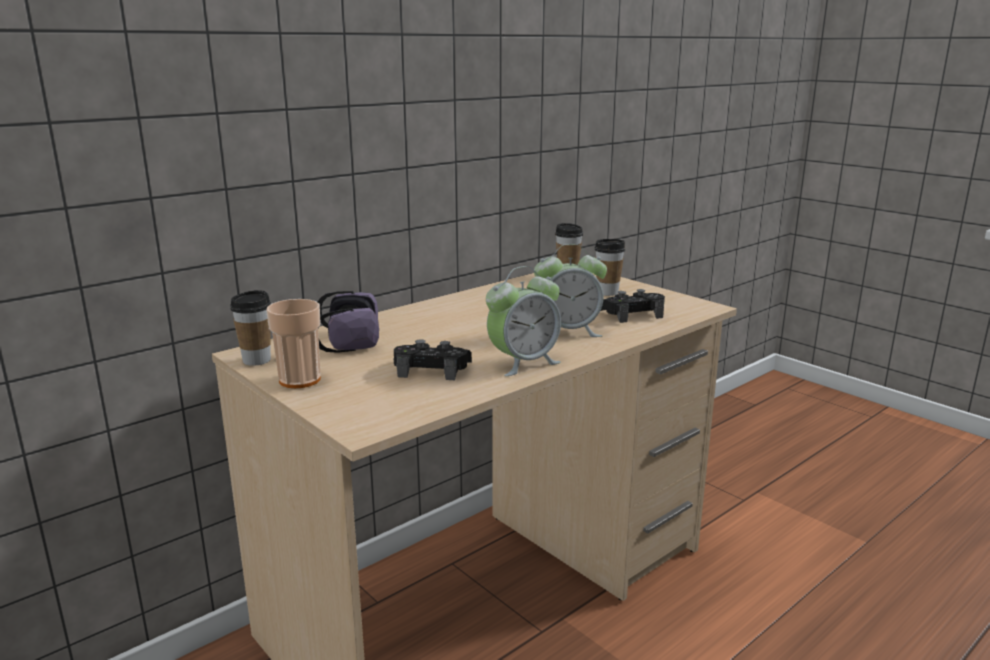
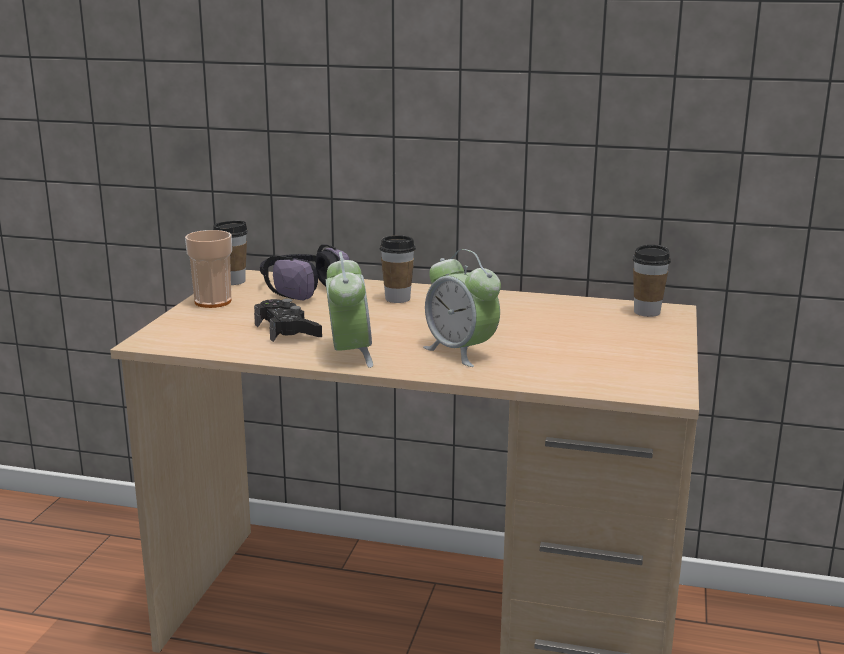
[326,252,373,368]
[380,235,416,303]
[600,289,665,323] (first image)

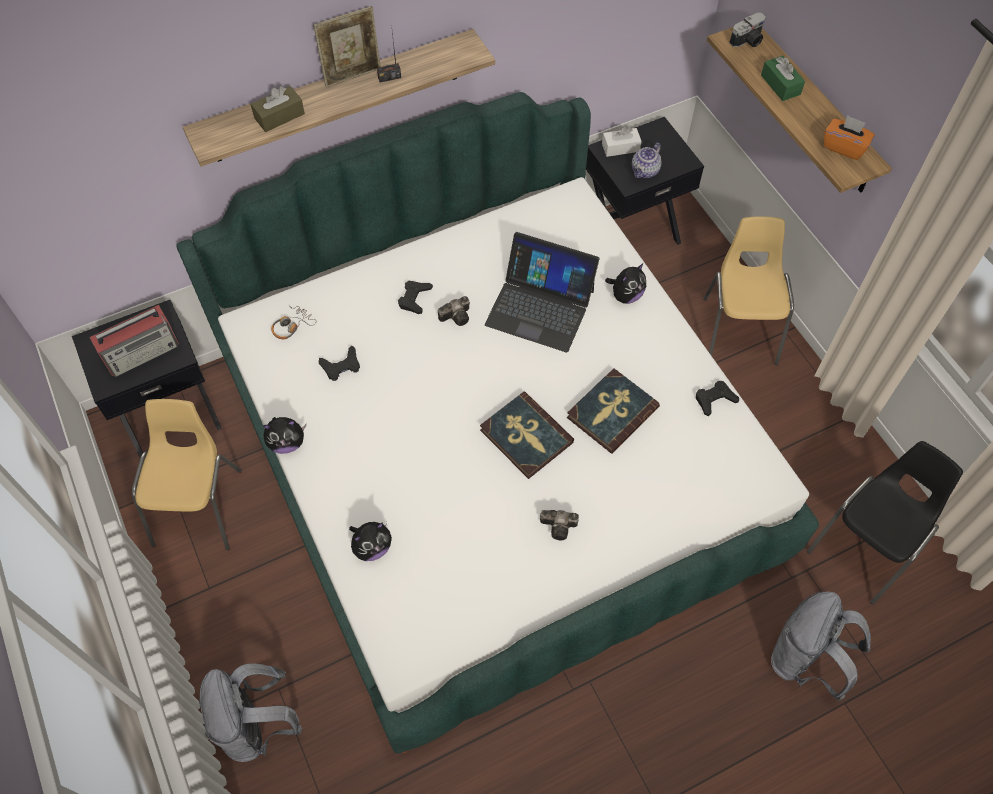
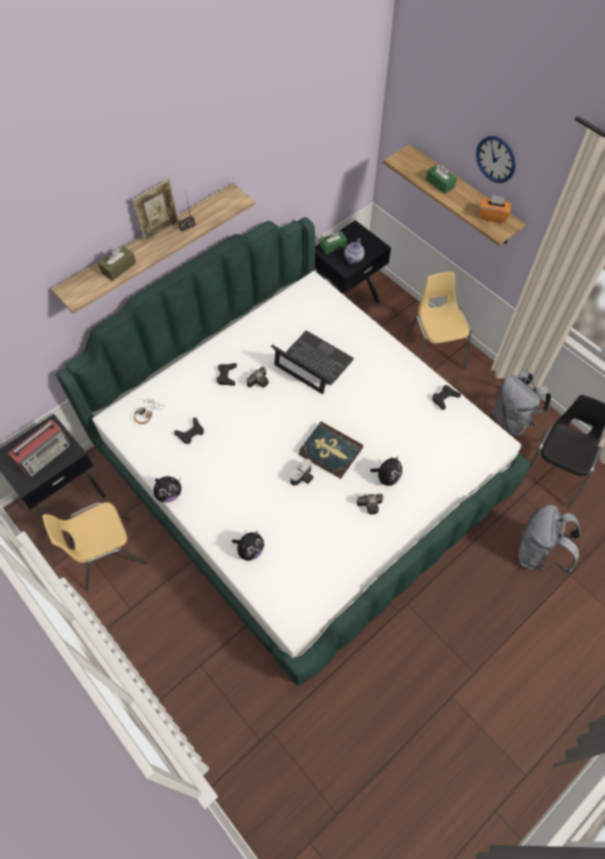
[42,502,147,590]
[271,331,354,394]
[290,458,314,486]
[320,231,347,254]
[370,456,402,486]
[476,136,516,183]
[491,370,551,436]
[567,368,660,454] (first image)

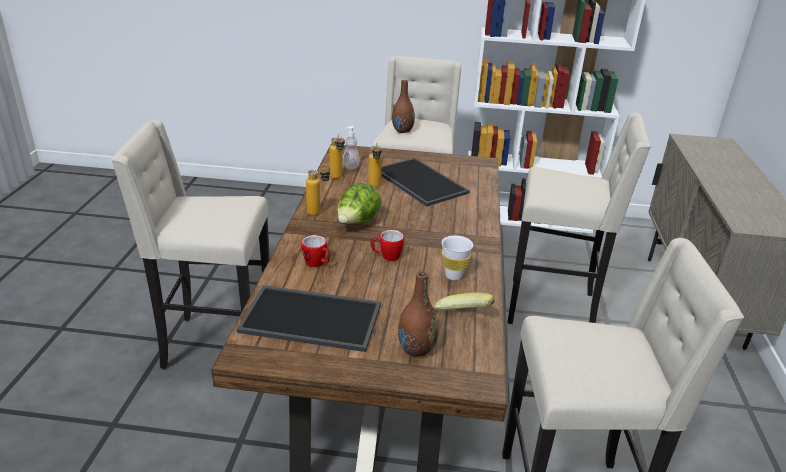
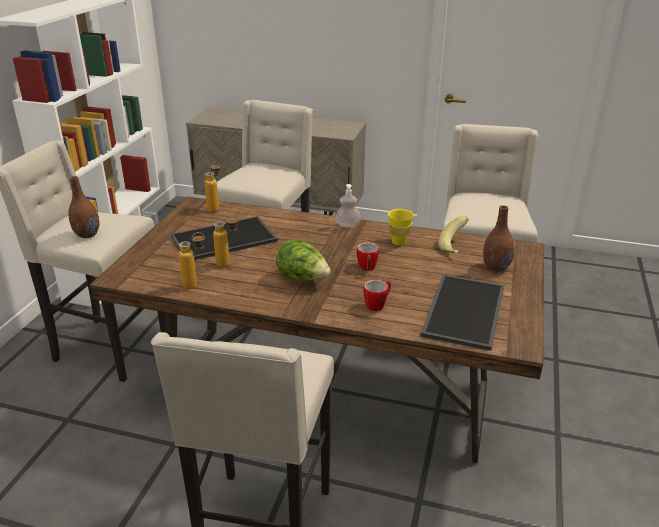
[205,161,220,212]
[335,184,361,227]
[388,209,414,246]

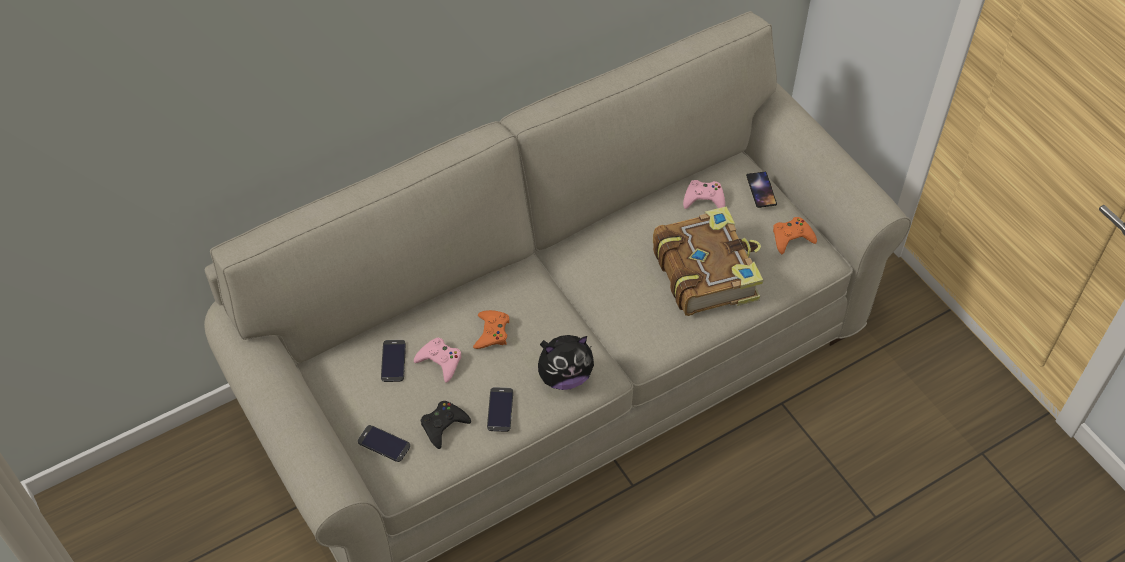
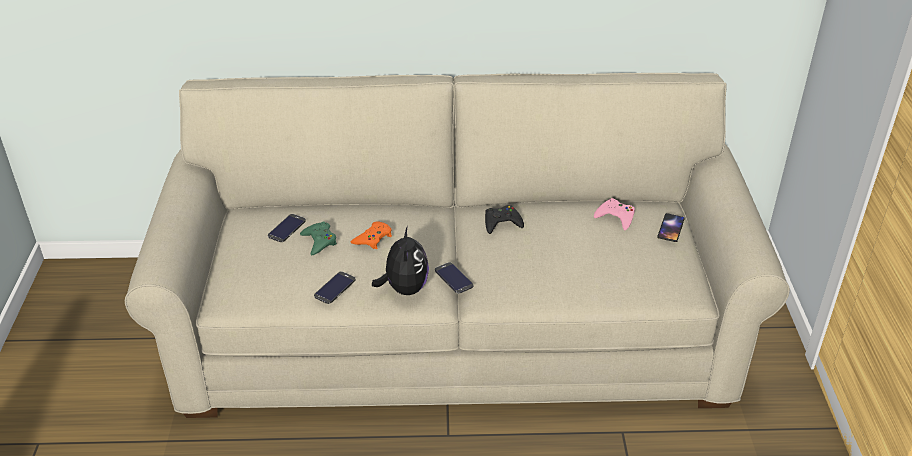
[300,222,337,255]
[372,226,429,295]
[435,262,473,294]
[485,205,524,234]
[653,206,763,316] (first image)
[773,217,817,254] (first image)

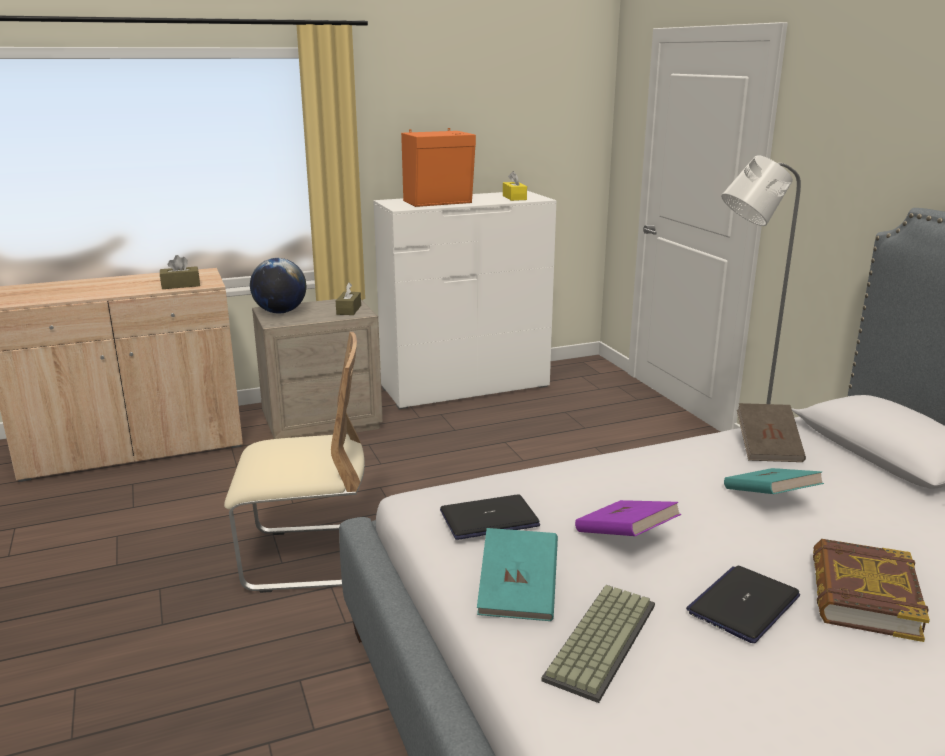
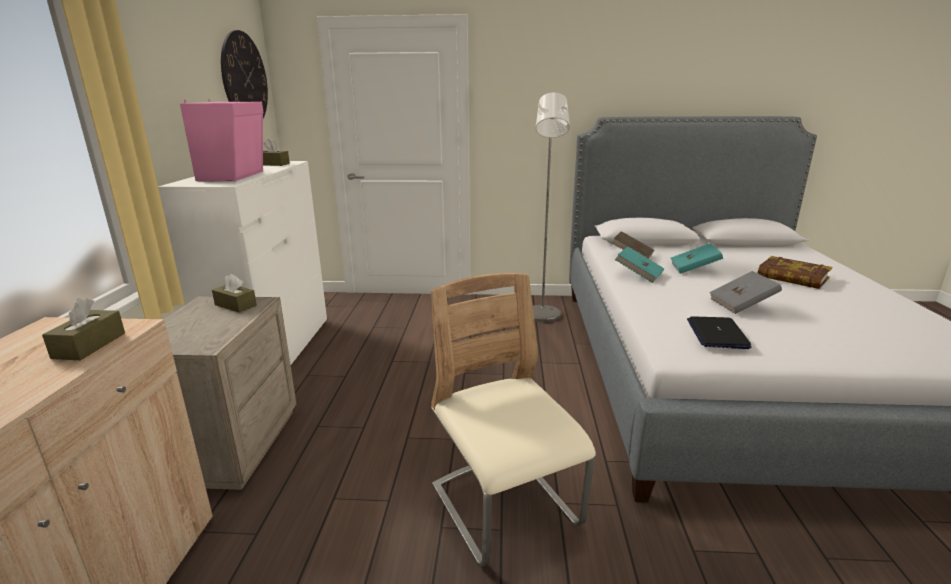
[180,99,264,181]
[221,30,268,118]
[263,139,290,166]
[431,273,596,567]
[615,247,664,283]
[709,271,782,314]
[250,258,306,314] (first image)
[542,585,655,703] (first image)
[686,565,800,643] (first image)

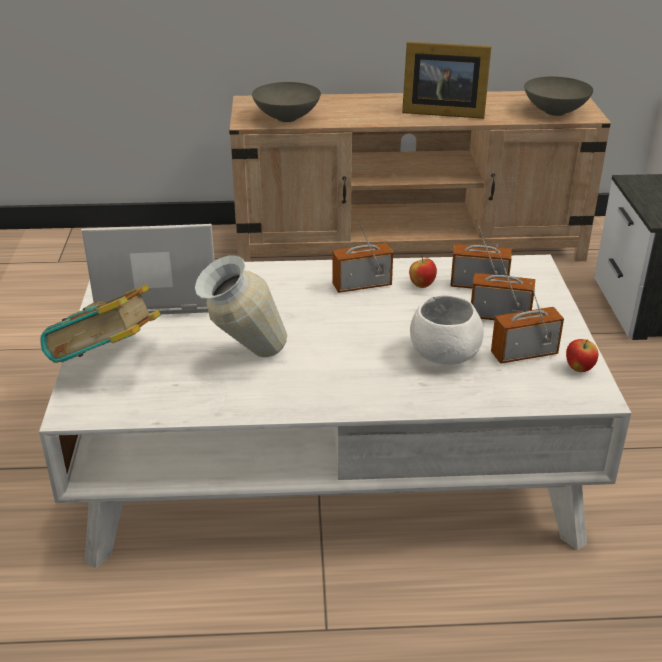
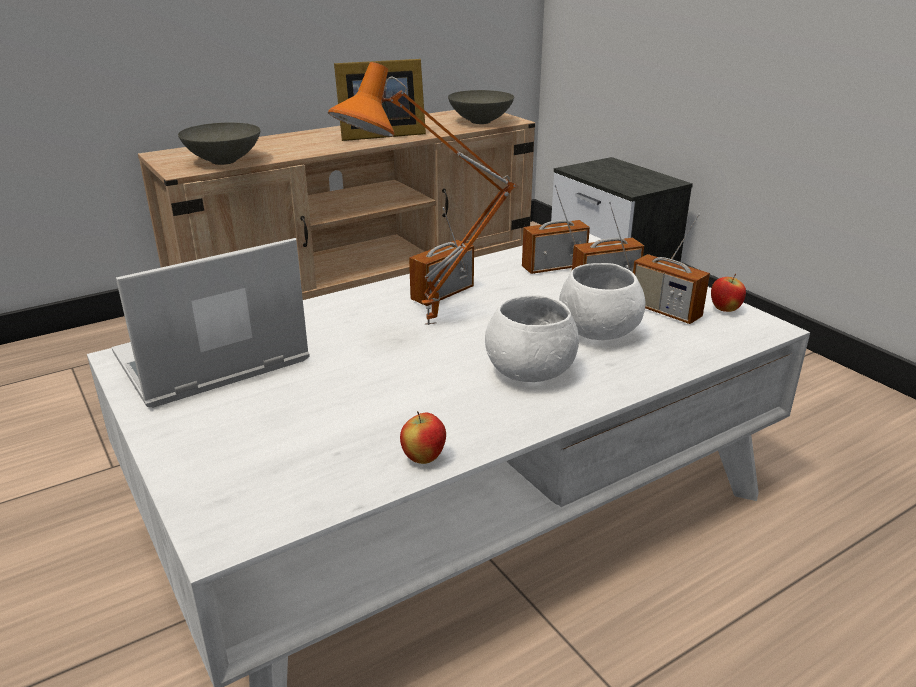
[328,62,516,325]
[400,411,446,464]
[485,295,579,382]
[633,214,710,324]
[40,284,161,363] (first image)
[195,255,287,357] (first image)

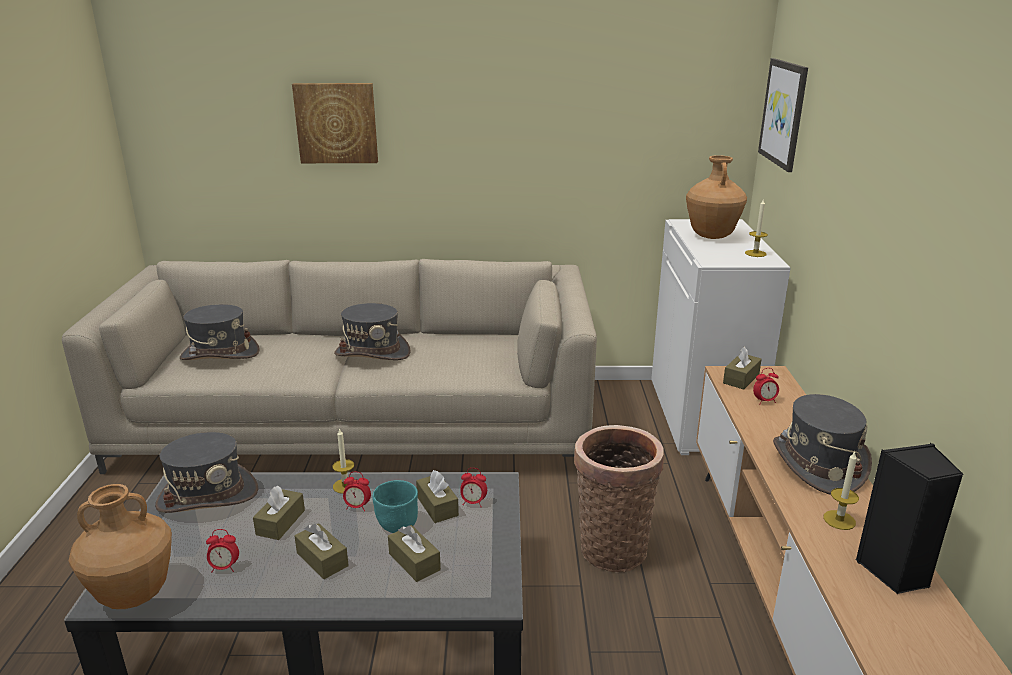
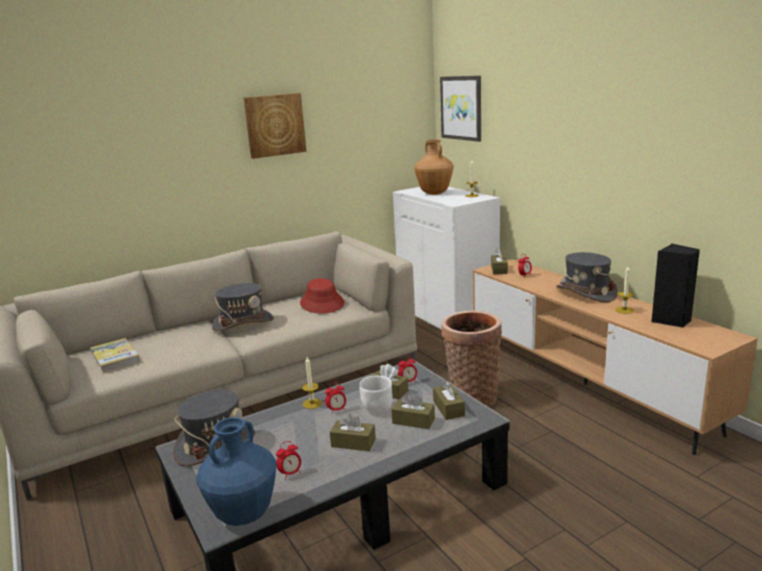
[90,338,140,373]
[196,417,277,526]
[243,93,306,159]
[300,278,344,314]
[359,376,393,413]
[433,380,465,420]

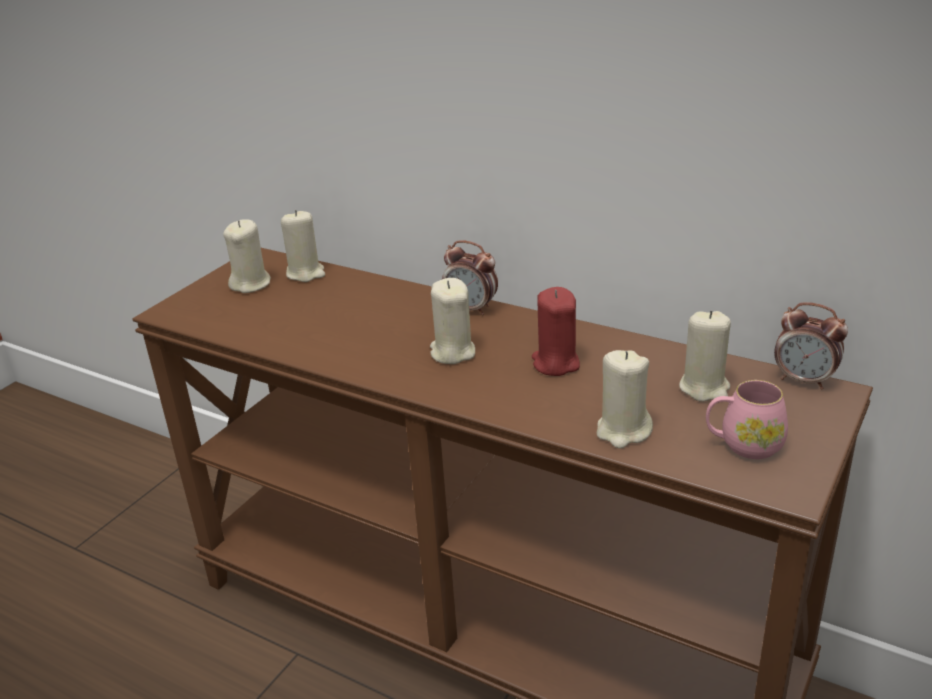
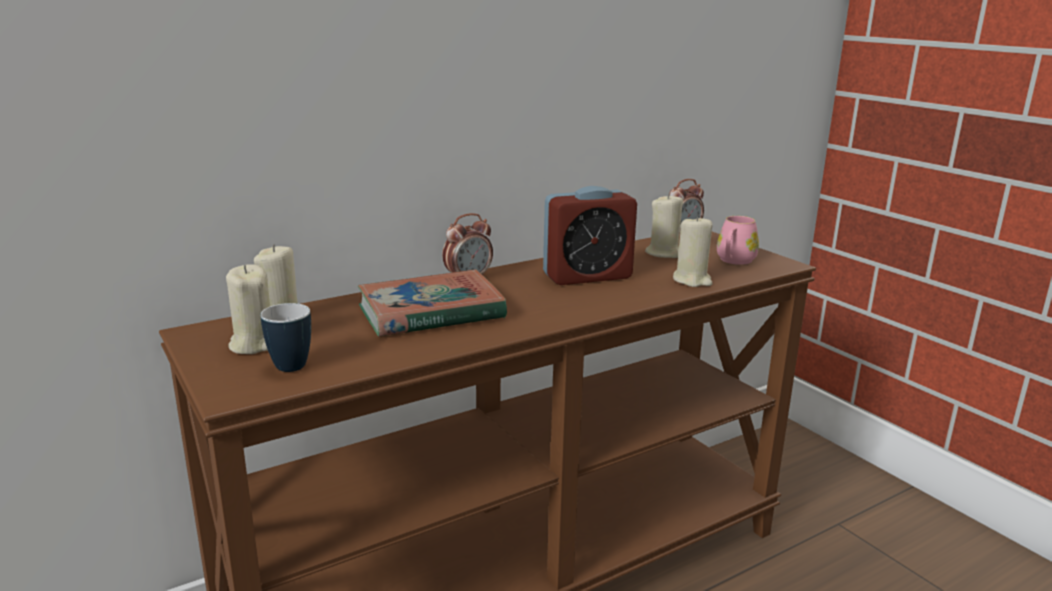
[261,303,311,372]
[358,269,507,336]
[543,186,637,285]
[430,278,475,364] (first image)

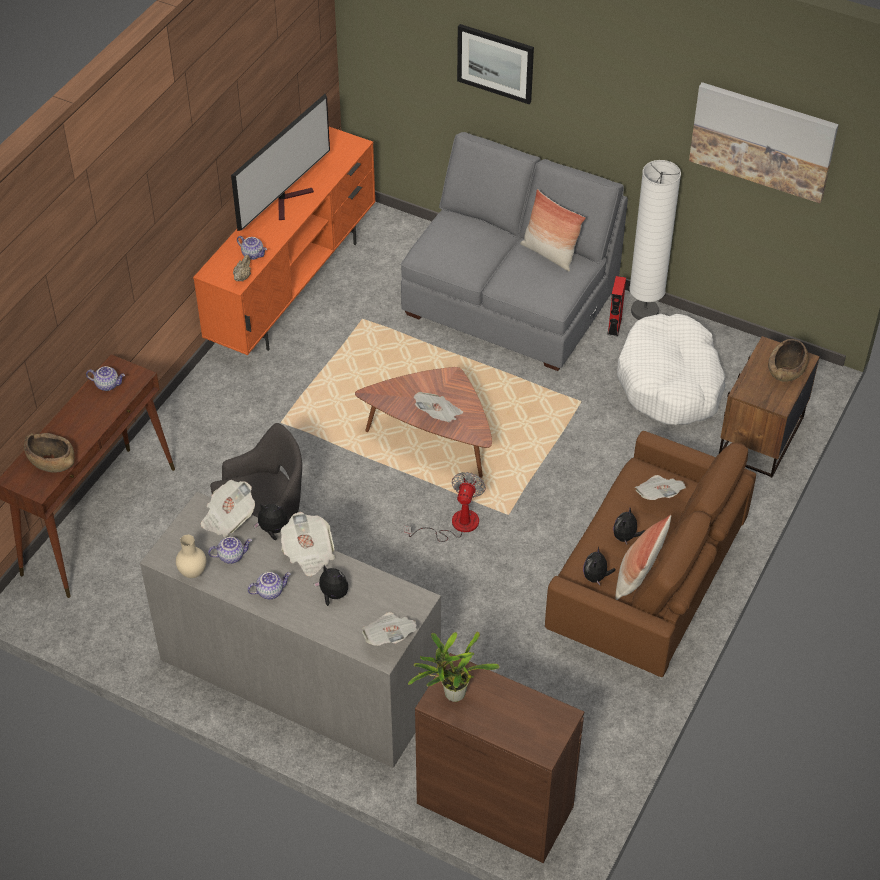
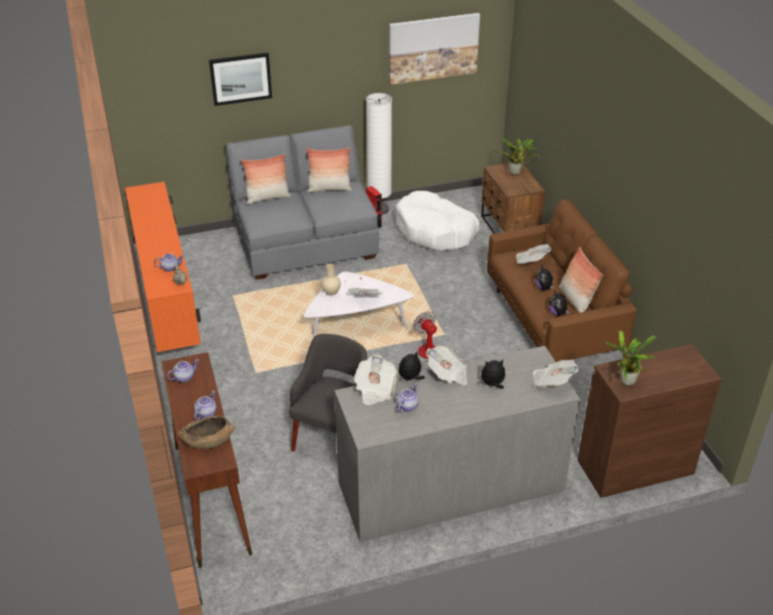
[194,391,217,420]
[241,154,291,205]
[304,271,414,338]
[321,264,341,295]
[493,137,542,175]
[231,94,330,231] (first image)

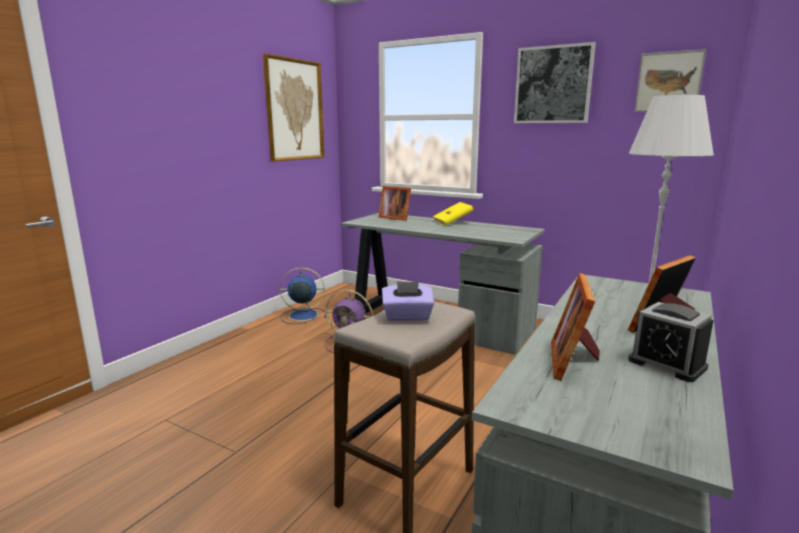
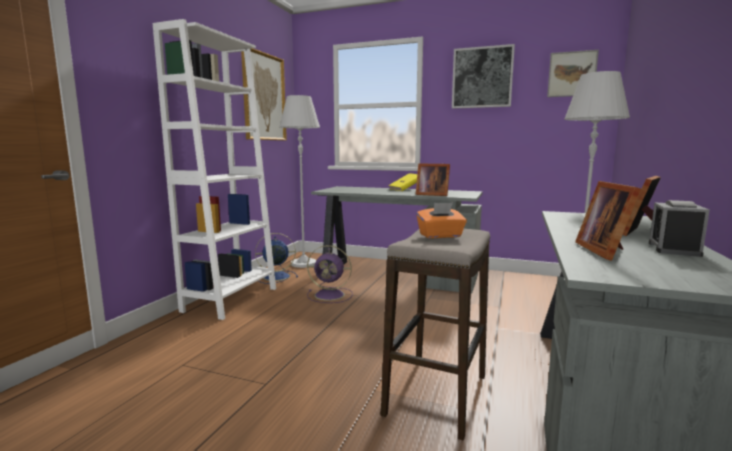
[153,19,276,320]
[279,95,320,268]
[416,164,450,196]
[416,203,467,238]
[649,200,710,257]

